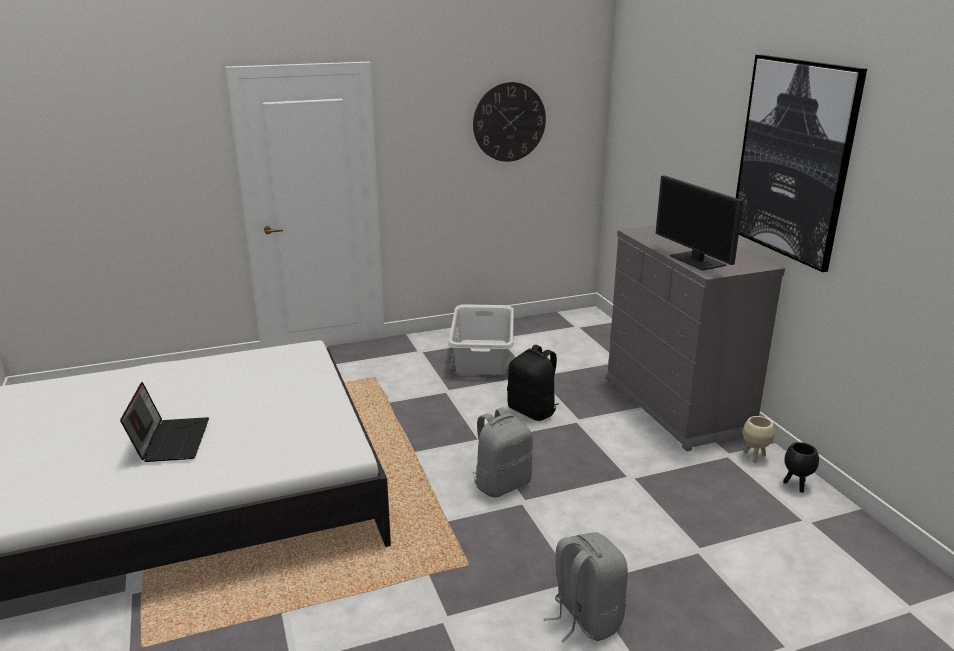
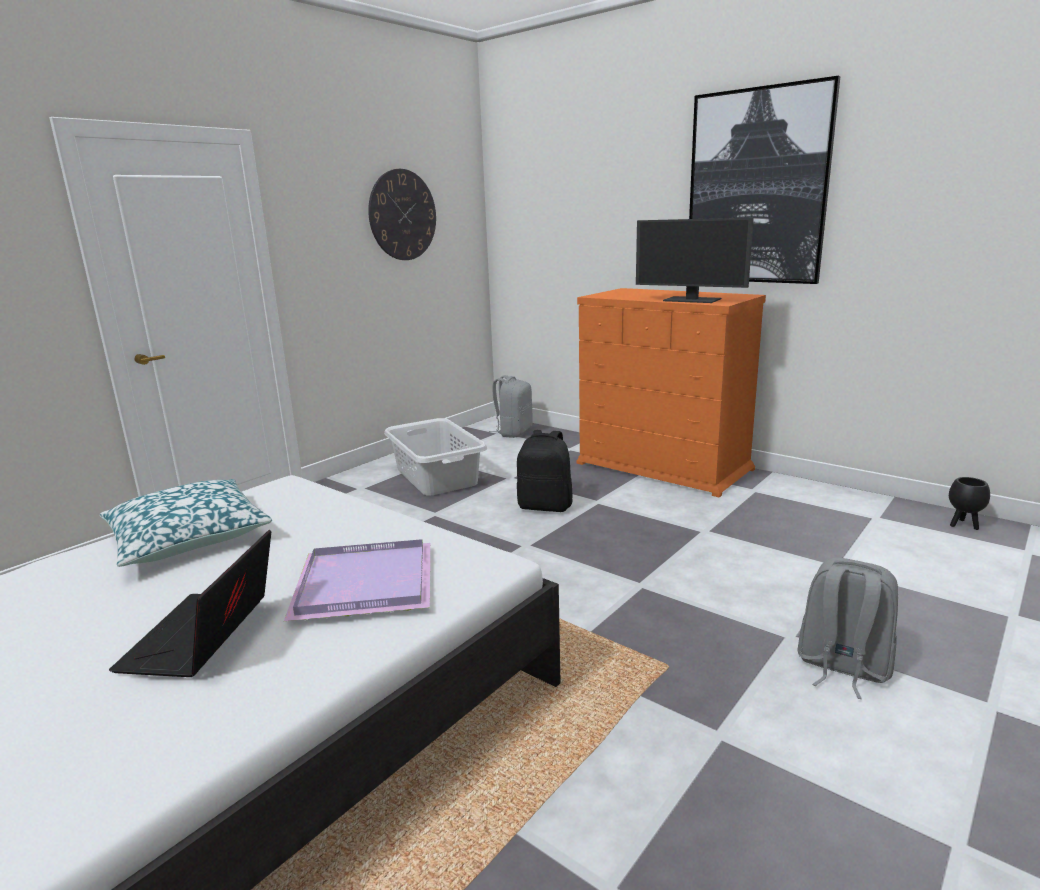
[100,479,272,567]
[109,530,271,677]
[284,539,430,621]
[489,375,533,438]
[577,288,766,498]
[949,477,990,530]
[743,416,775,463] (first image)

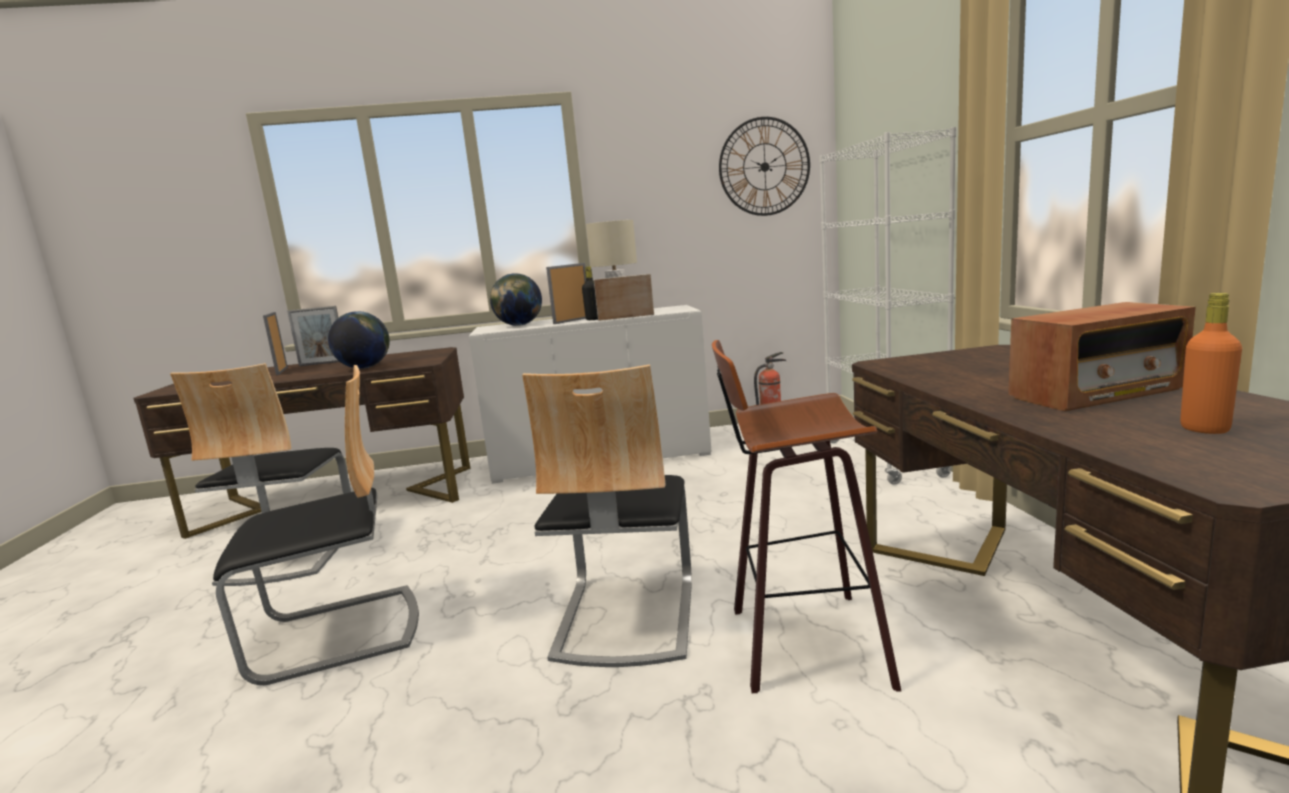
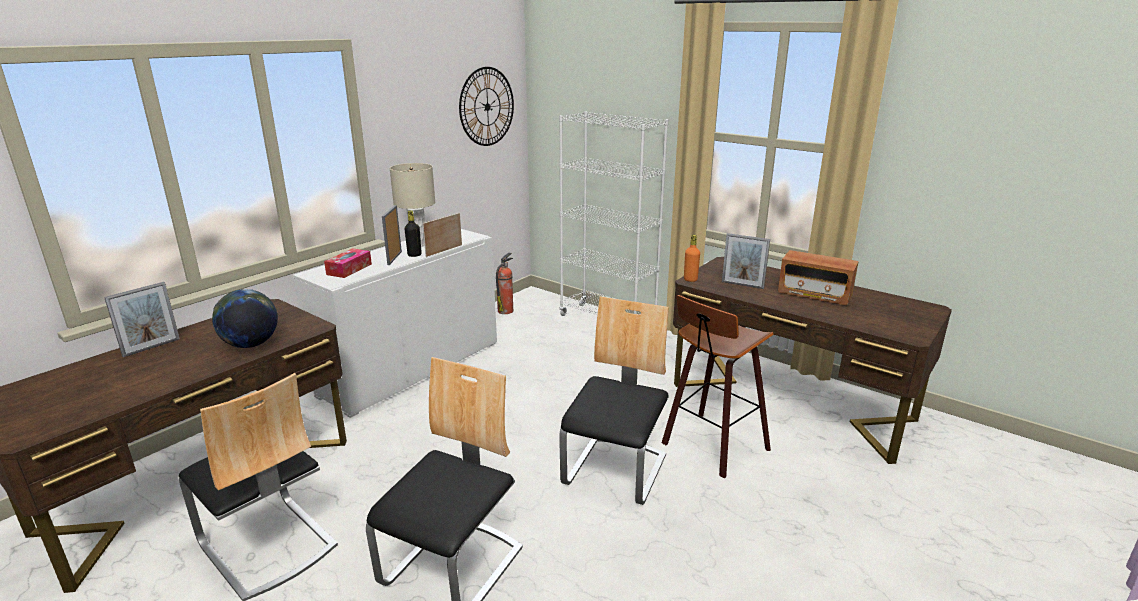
[324,248,372,278]
[559,296,669,505]
[684,235,700,282]
[722,233,770,289]
[778,250,859,305]

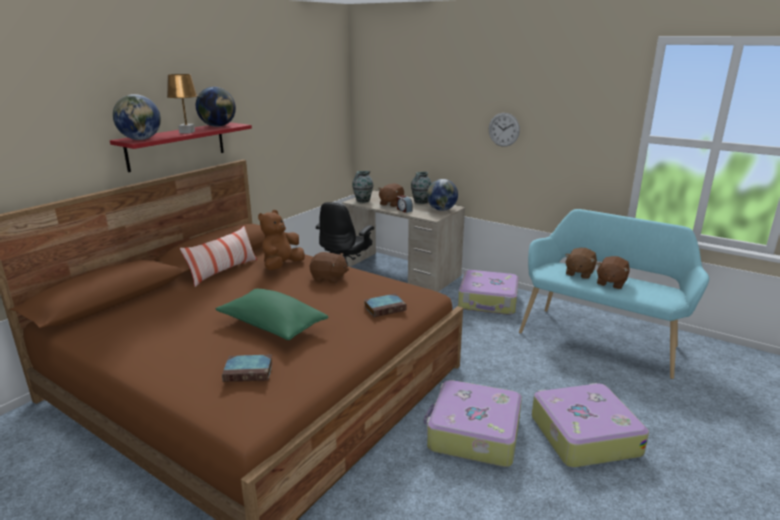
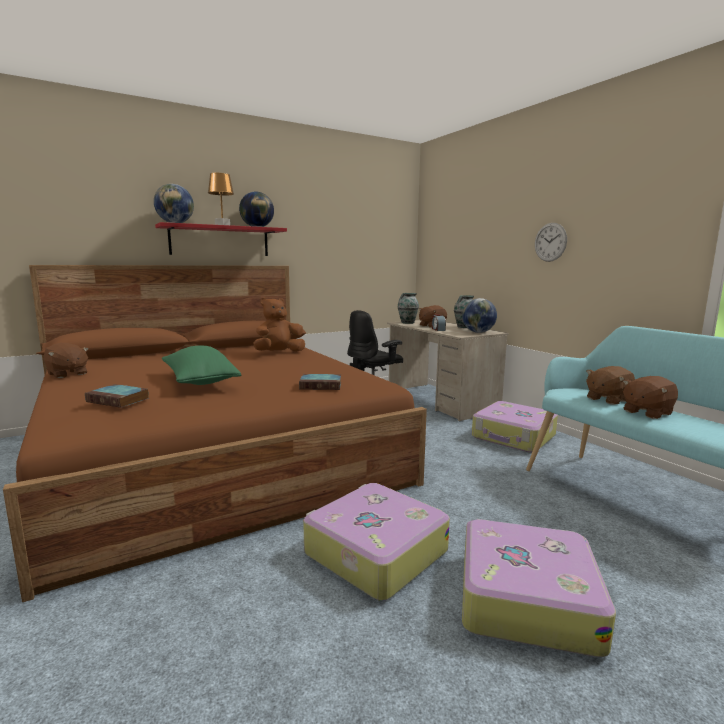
[44,343,89,378]
[180,226,257,287] (first image)

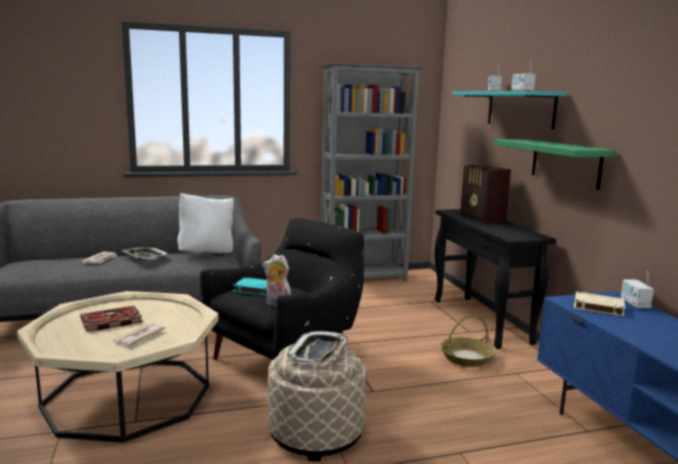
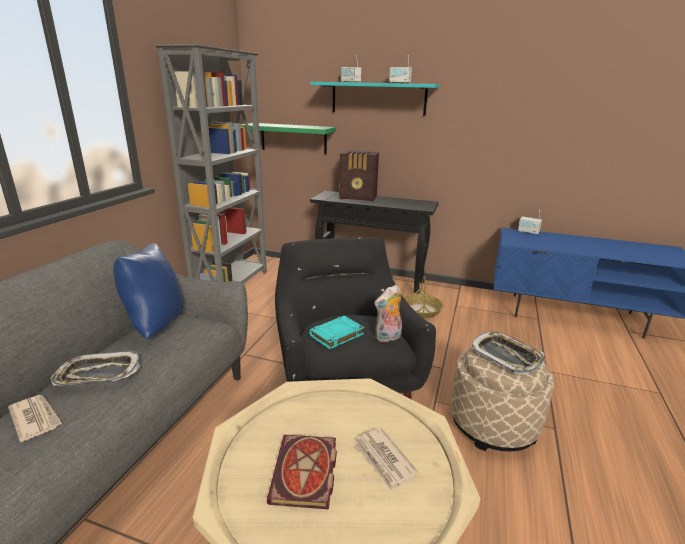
[113,243,183,339]
[240,123,336,154]
[574,292,625,316] (first image)

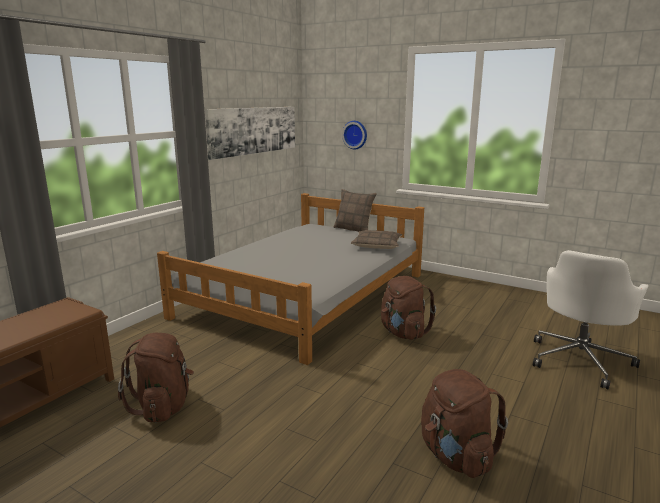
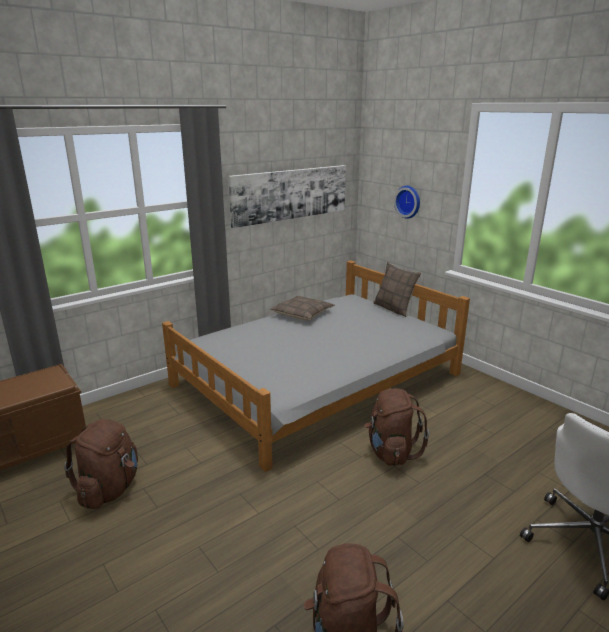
[270,296,335,321]

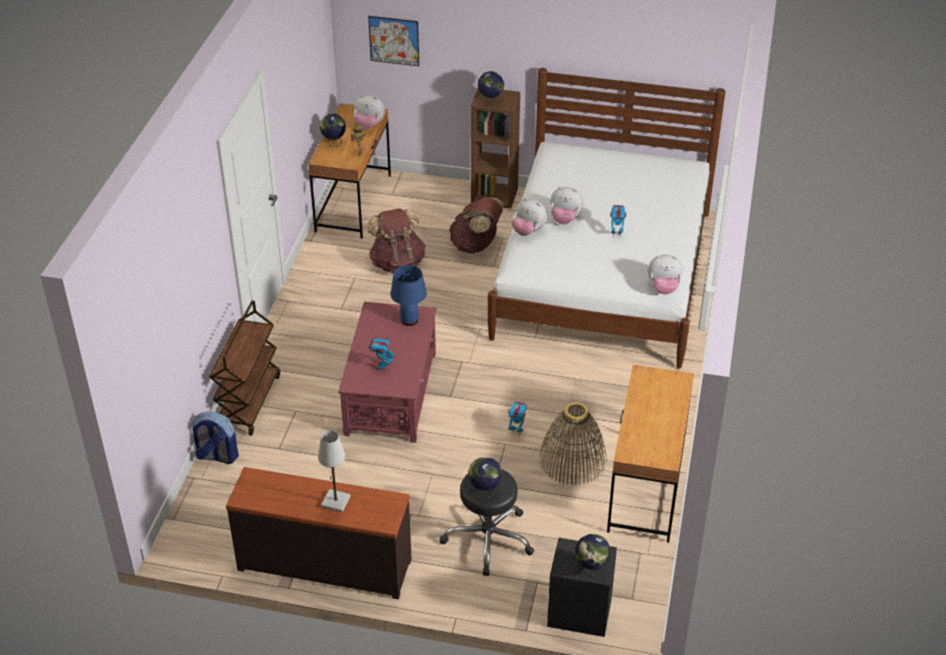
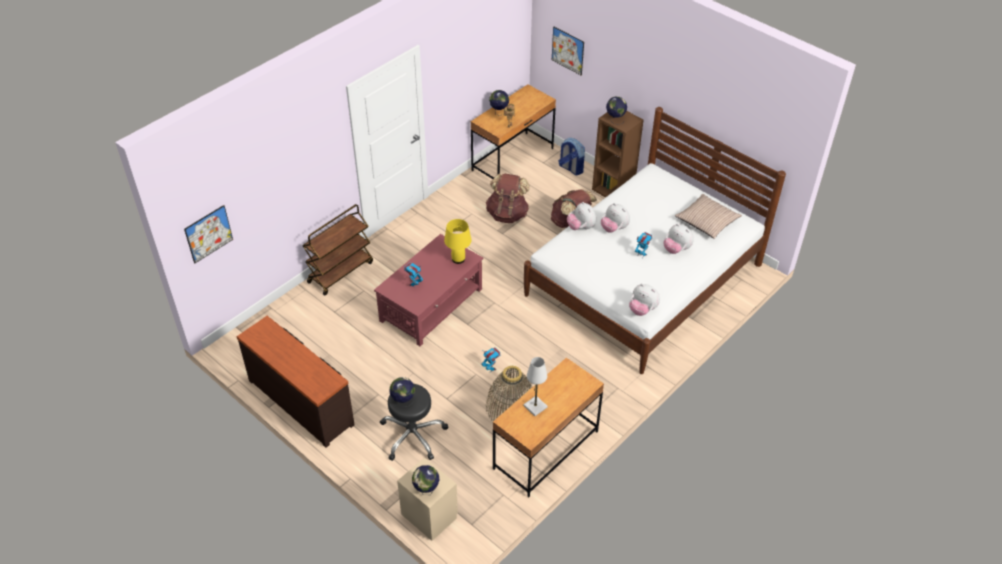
[184,205,233,263]
[397,457,458,541]
[444,219,472,264]
[524,357,548,416]
[558,138,585,175]
[664,224,694,254]
[675,194,742,239]

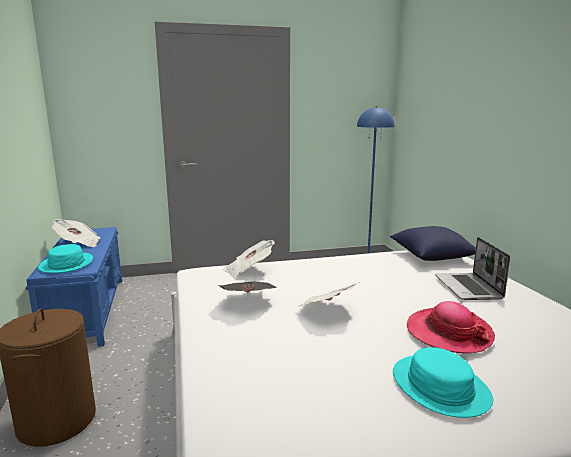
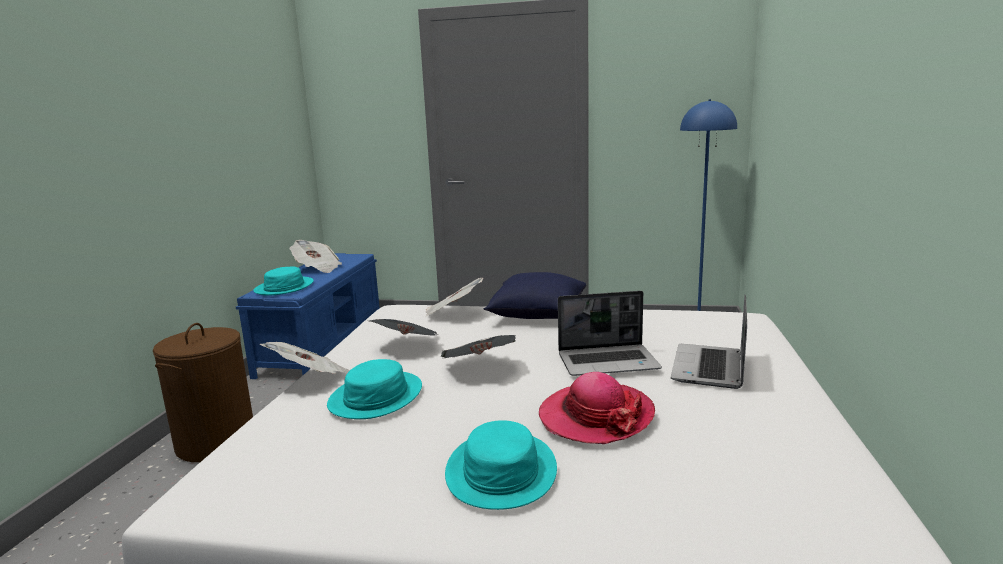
[260,342,350,374]
[327,359,422,419]
[484,272,586,319]
[558,291,662,376]

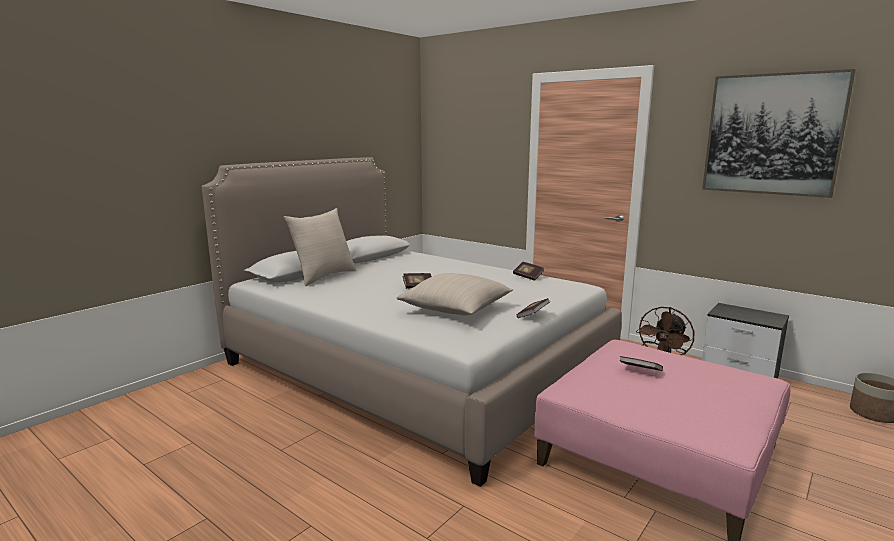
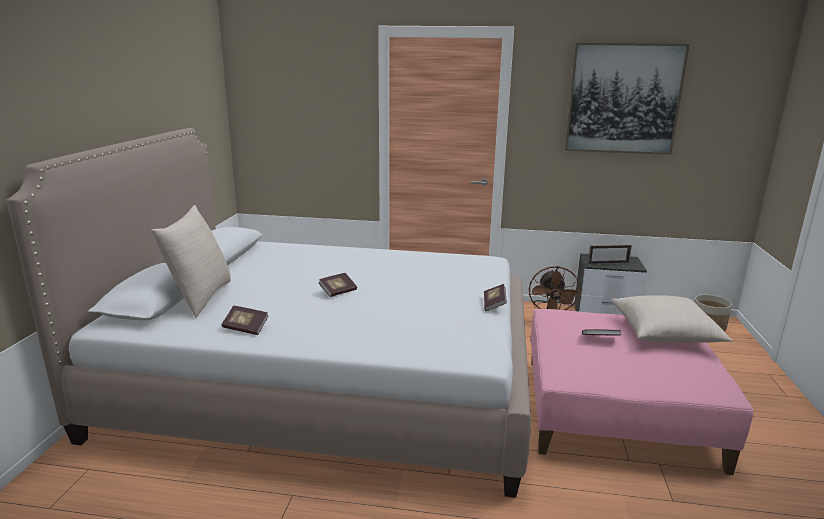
[222,306,269,335]
[588,244,632,265]
[611,295,733,343]

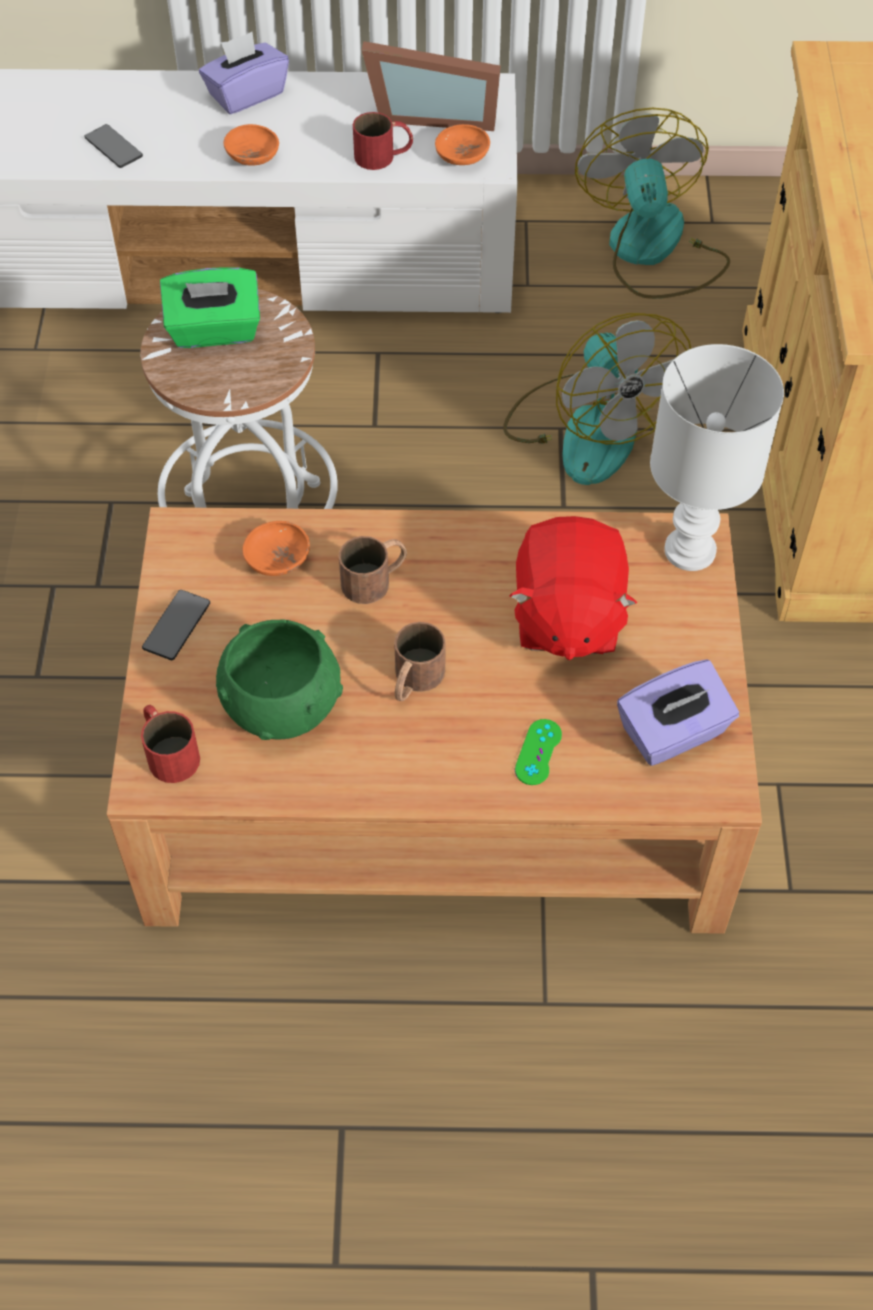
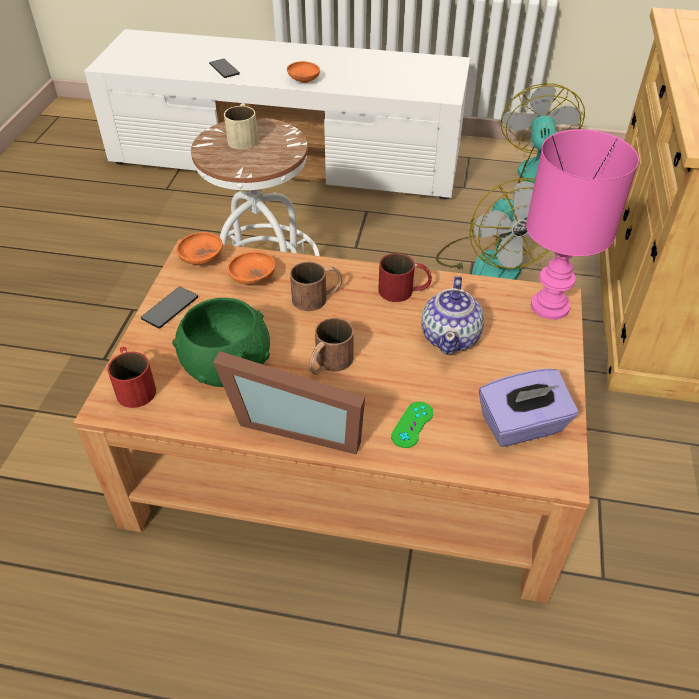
[176,232,223,265]
[213,351,365,454]
[224,103,258,150]
[379,253,432,302]
[422,276,484,355]
[526,129,639,320]
[199,32,289,114] (first image)

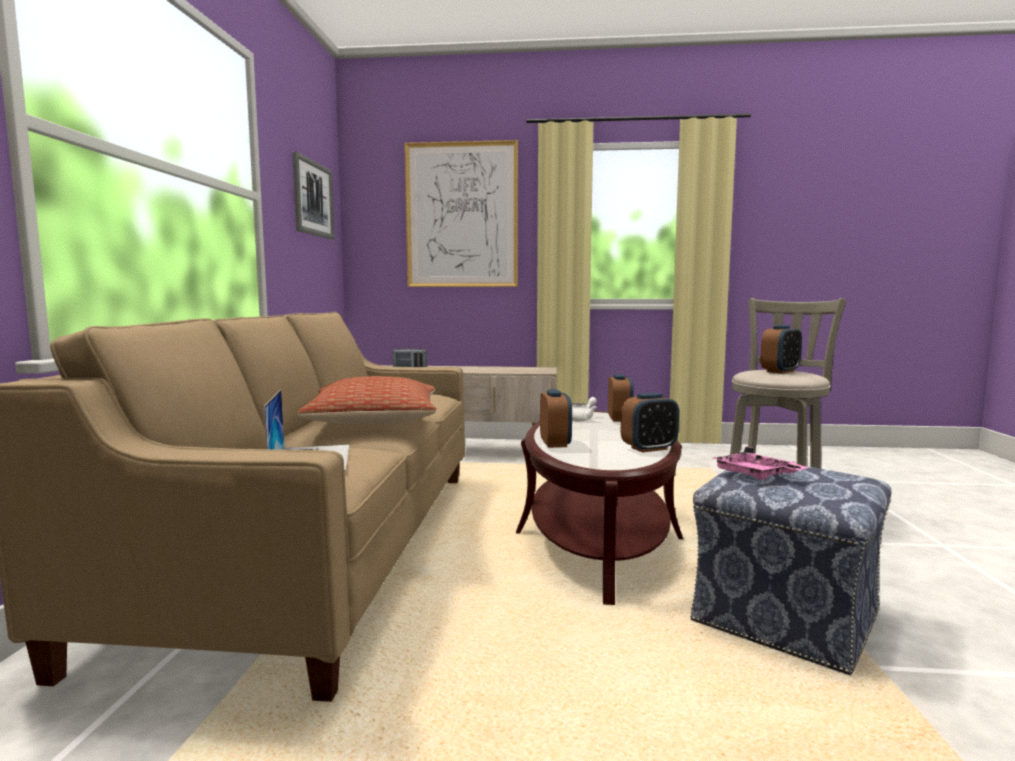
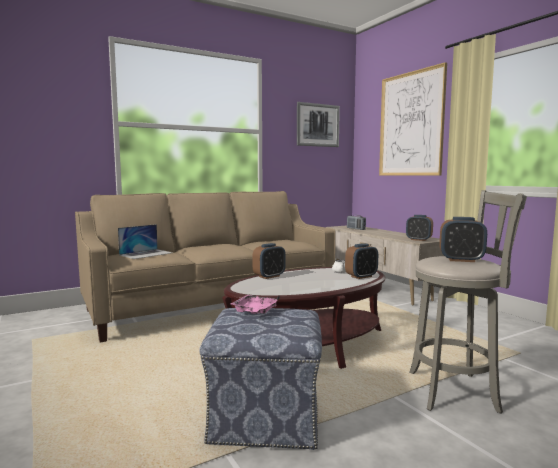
[406,215,433,241]
[297,376,436,424] (first image)

